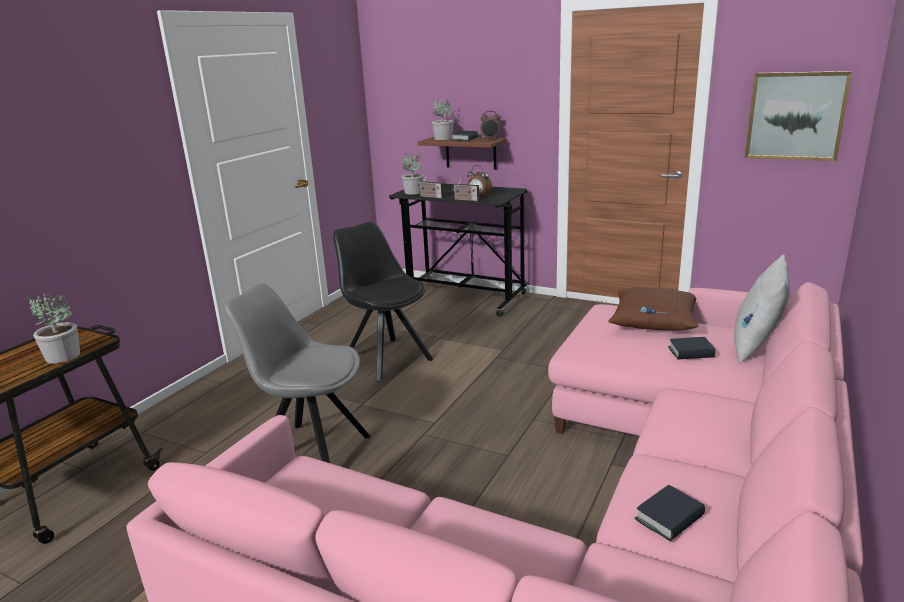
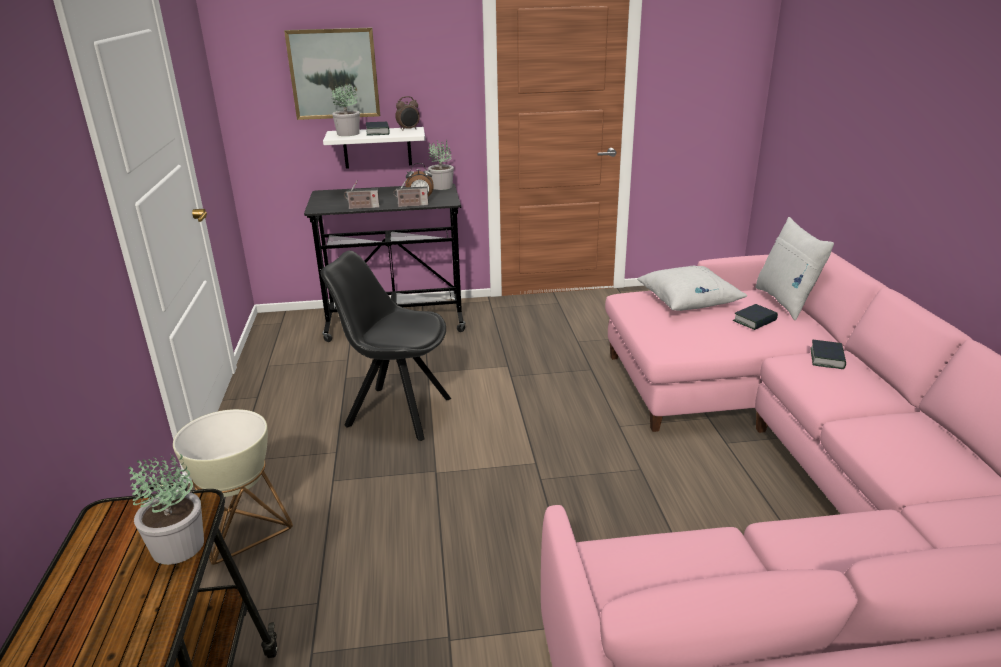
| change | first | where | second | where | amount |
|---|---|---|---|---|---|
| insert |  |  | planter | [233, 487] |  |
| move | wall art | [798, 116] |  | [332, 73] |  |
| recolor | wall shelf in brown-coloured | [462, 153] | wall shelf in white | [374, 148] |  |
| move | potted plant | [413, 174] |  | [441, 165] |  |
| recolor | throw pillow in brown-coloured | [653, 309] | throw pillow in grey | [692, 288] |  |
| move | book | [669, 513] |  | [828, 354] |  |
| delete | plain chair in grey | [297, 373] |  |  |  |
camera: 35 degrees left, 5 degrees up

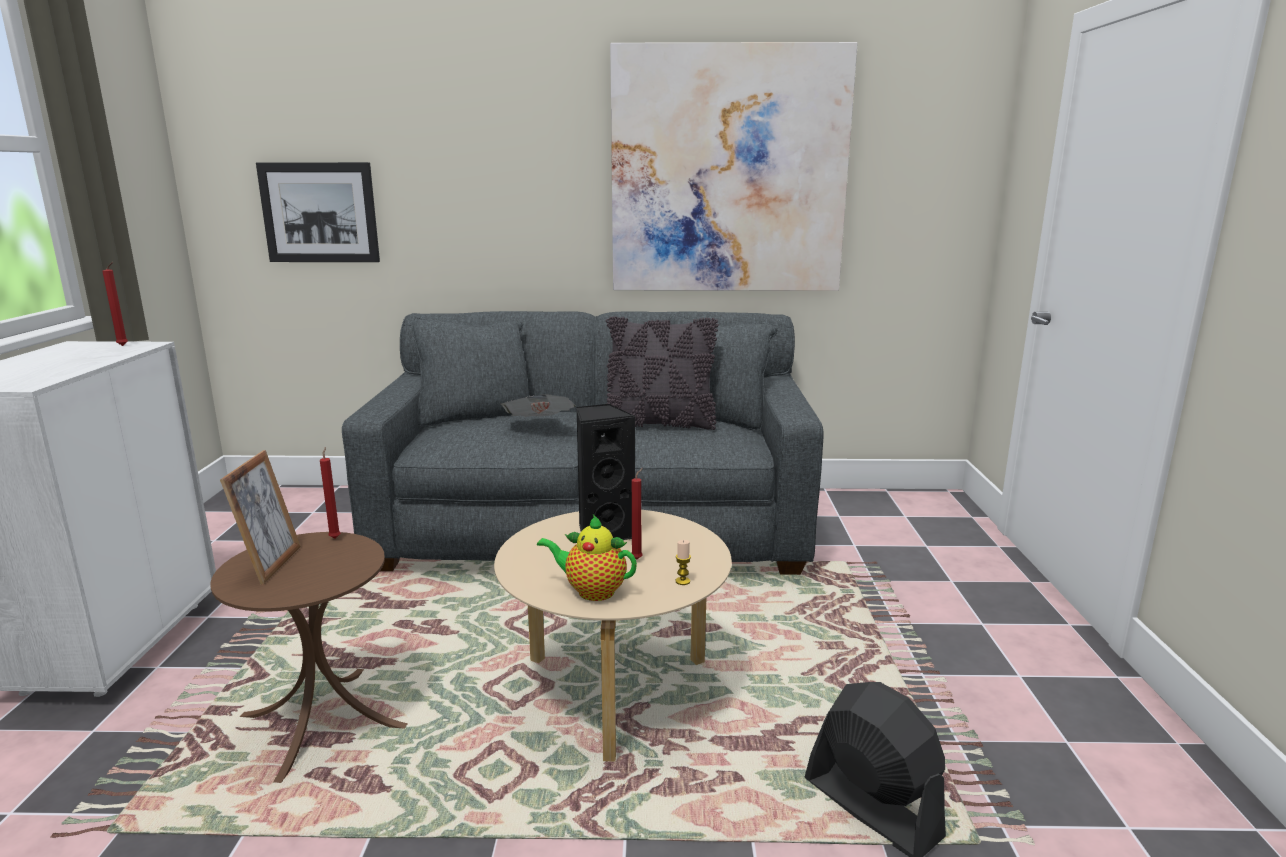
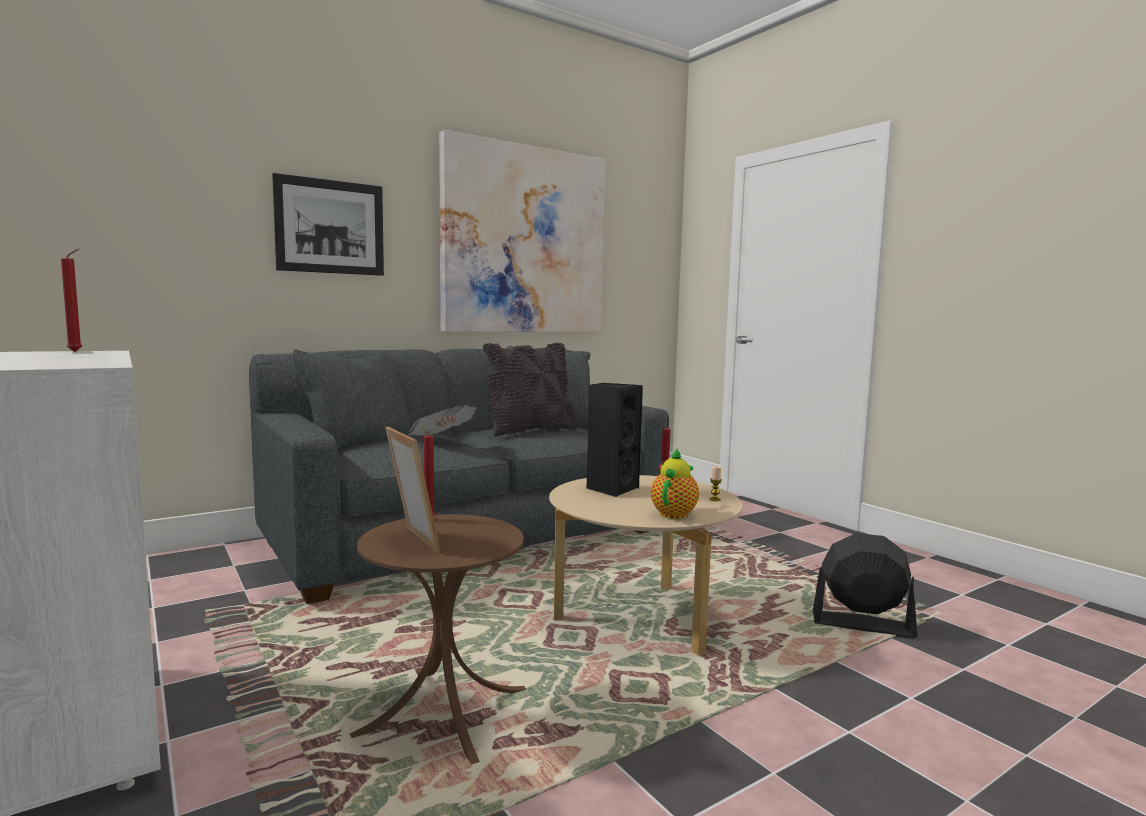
| change | first | where | second | where | amount |
|---|---|---|---|---|---|
| move | wall art | [318, 212] |  | [328, 224] |  |
| rotate | teapot | [587, 558] |  | [675, 483] | 135 degrees clockwise |
camera: 35 degrees left, 10 degrees down

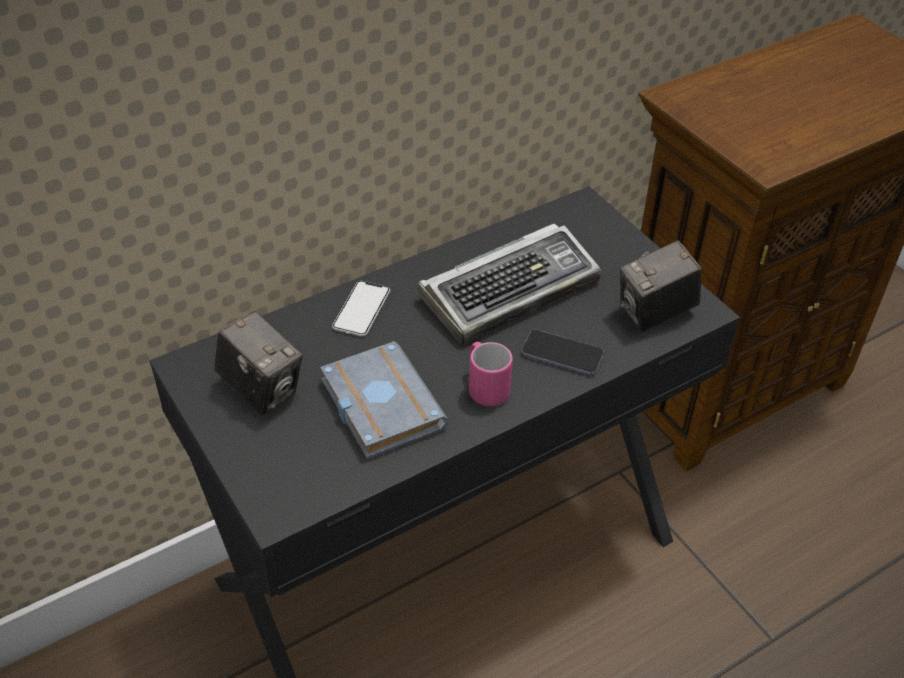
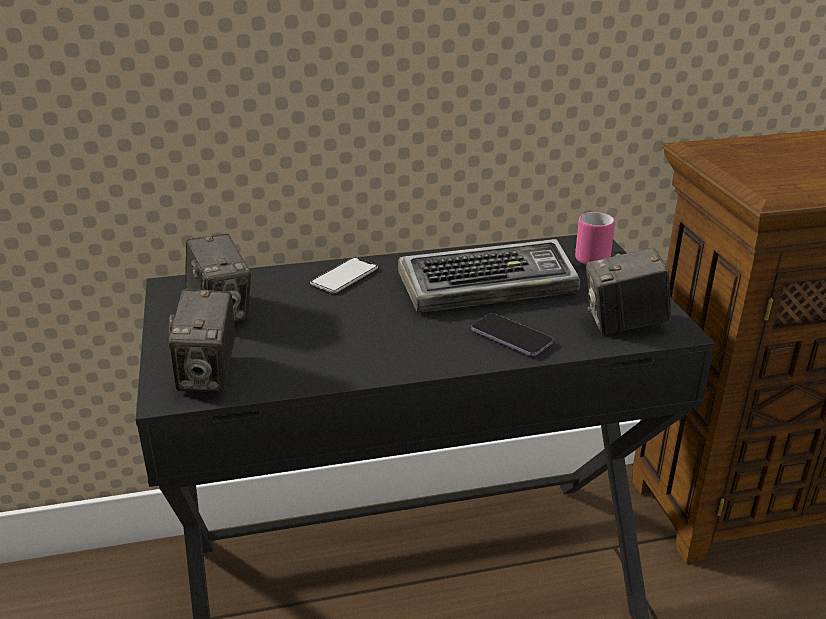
| change | first | where | second | where | amount |
|---|---|---|---|---|---|
| insert |  |  | still camera | [202, 340] |  |
| move | mug in pink-coloured | [491, 374] |  | [595, 238] |  |
| delete | book in grey | [384, 400] |  |  |  |
camera: 20 degrees right, 15 degrees down

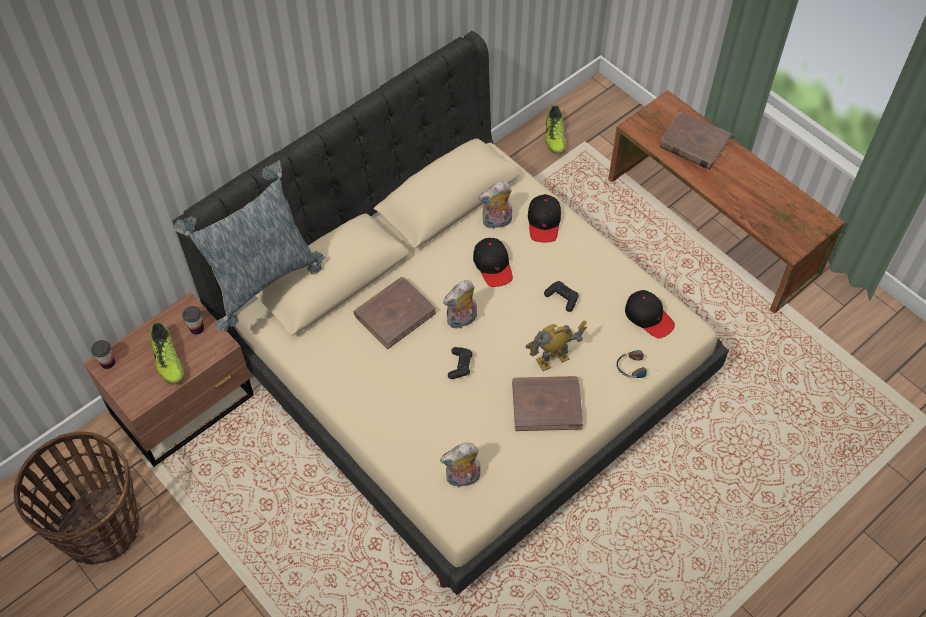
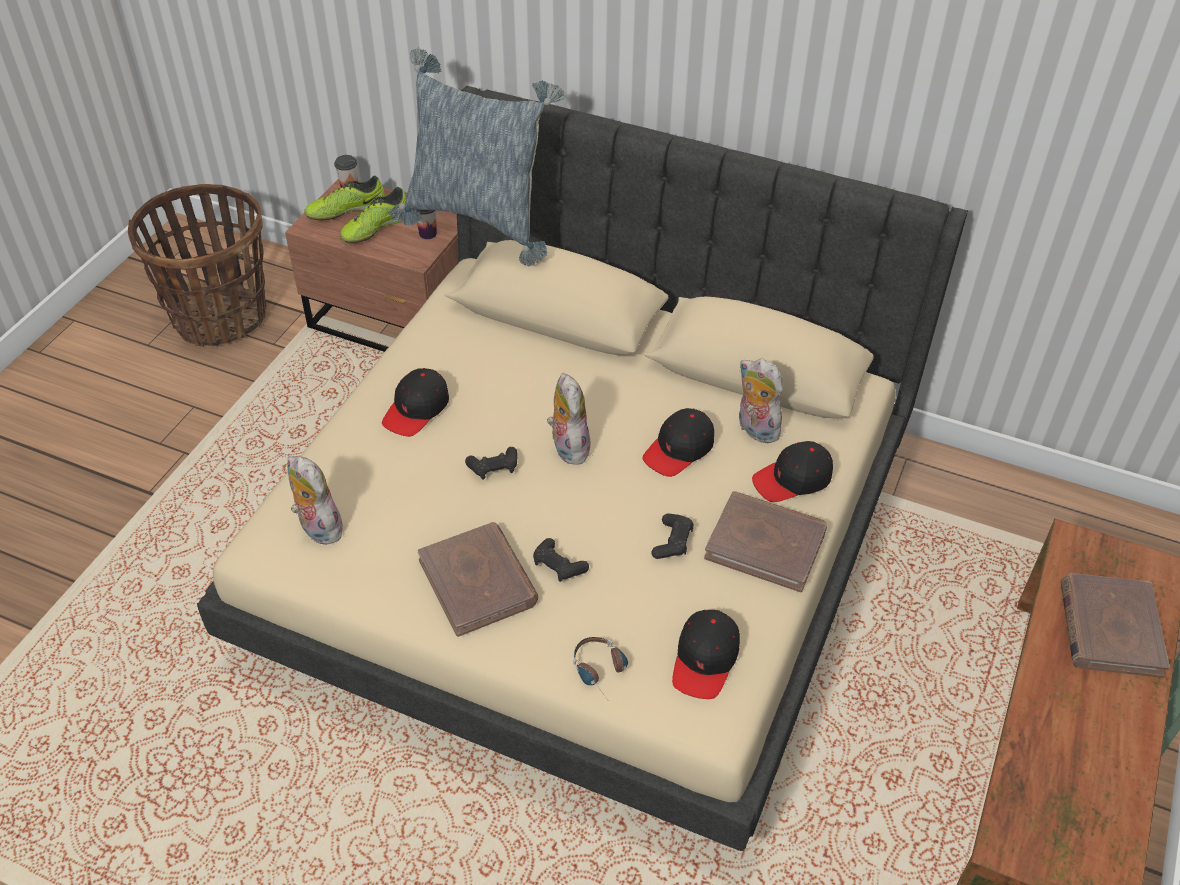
| change | first | where | second | where | amount |
|---|---|---|---|---|---|
| move | shoe | [555, 129] |  | [344, 197] |  |
| insert |  |  | baseball cap in black-coloured | [415, 402] |  |
| replace | robot figure | [556, 345] | joypad in black-coloured | [561, 560] |  |
| rotate | cuddly toy | [460, 305] |  | [568, 419] | 45 degrees clockwise |
| move | book in brown-coloured | [395, 313] |  | [765, 541] |  |
camera: 65 degrees right, 10 degrees down

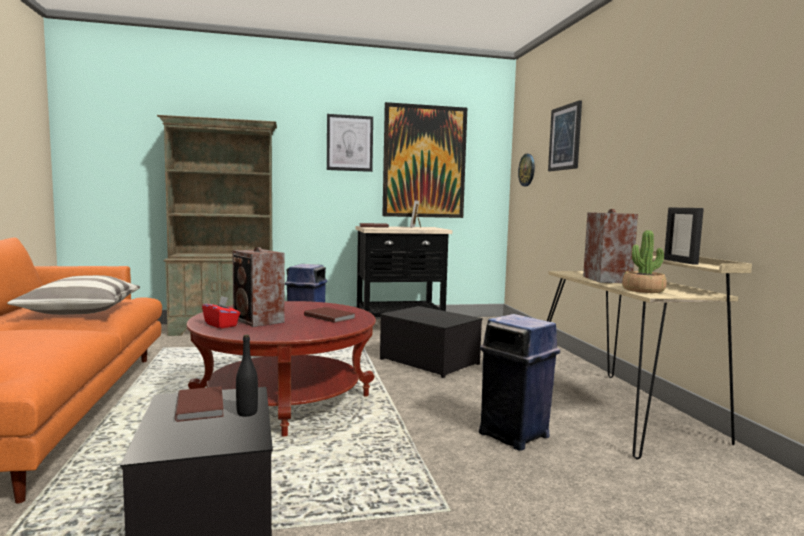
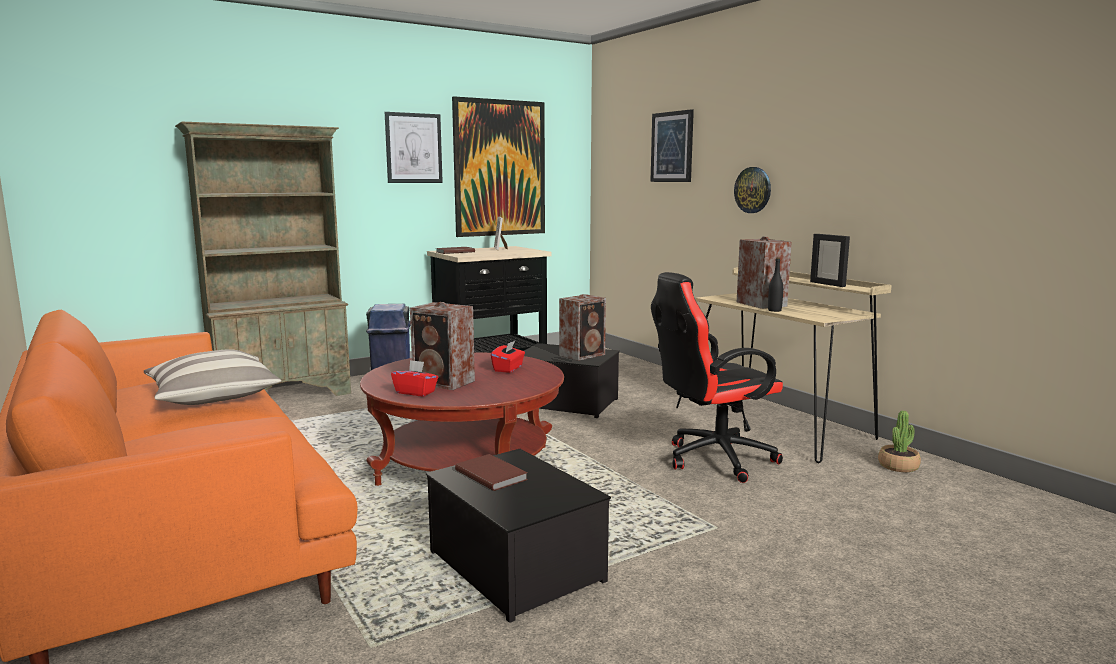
| change | first | where | second | where | amount |
|---|---|---|---|---|---|
| replace | book in brown-coloured | [330, 315] | tissue box in reddish | [508, 357] |  |
| insert |  |  | speaker | [582, 327] |  |
| replace | trash can in bluish | [519, 382] | desk chair in black-coloured | [717, 377] |  |
| move | hanging clock | [526, 170] |  | [752, 190] |  |
| move | beverage bottle in black-coloured | [247, 376] |  | [775, 285] |  |
| move | potted plant | [644, 261] |  | [899, 441] |  |
camera: 20 degrees left, 5 degrees up

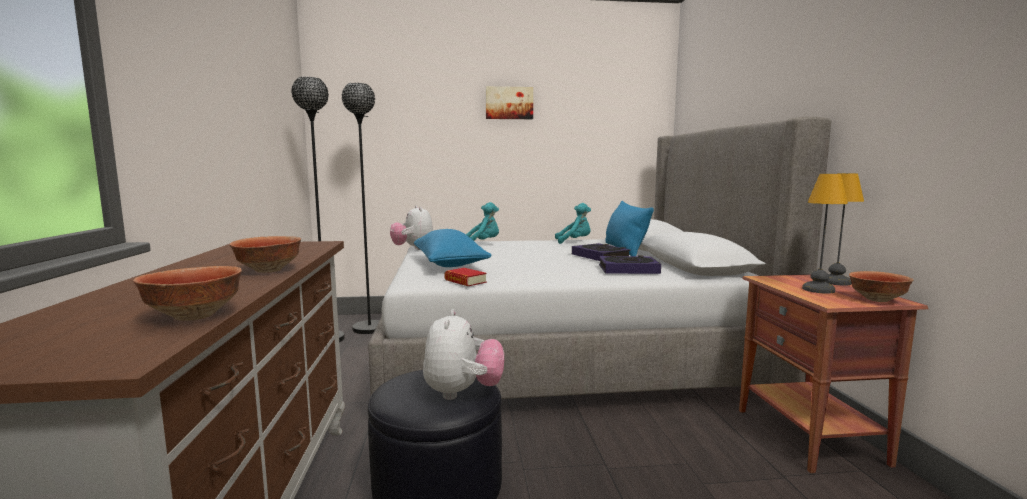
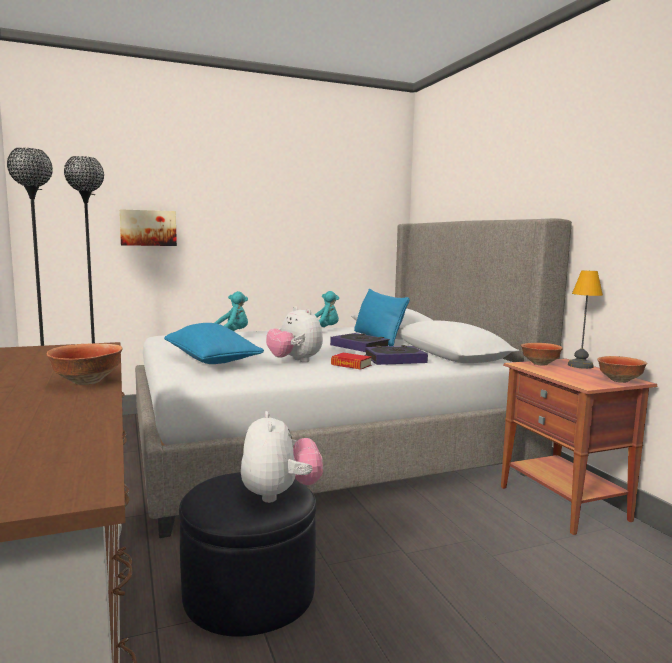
| change | first | where | second | where | amount |
|---|---|---|---|---|---|
| move | wall art | [509, 102] |  | [148, 227] |  |
| move | cuddly toy | [411, 227] |  | [294, 334] |  |
| move | book | [465, 277] |  | [351, 361] |  |
| move | deep dish | [187, 293] |  | [542, 354] |  |
| delete | tabletop lamp | [825, 234] |  |  |  |
camera: 15 degrees left, 0 degrees up

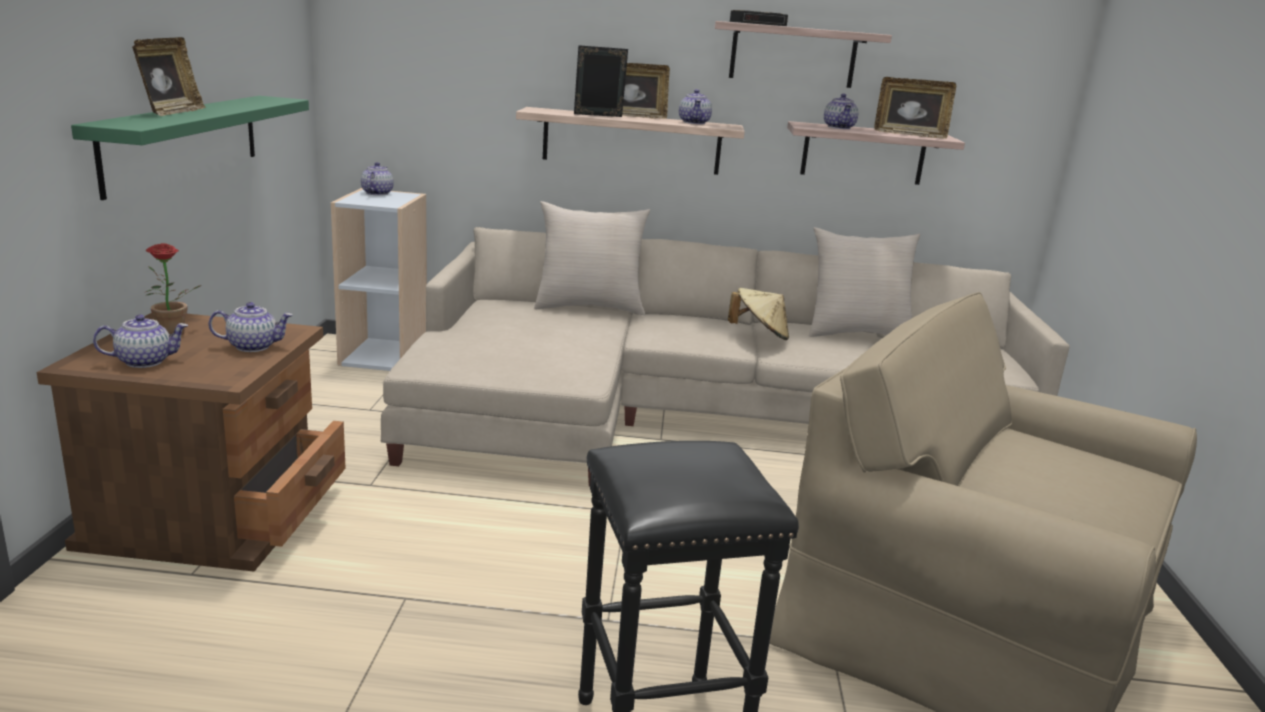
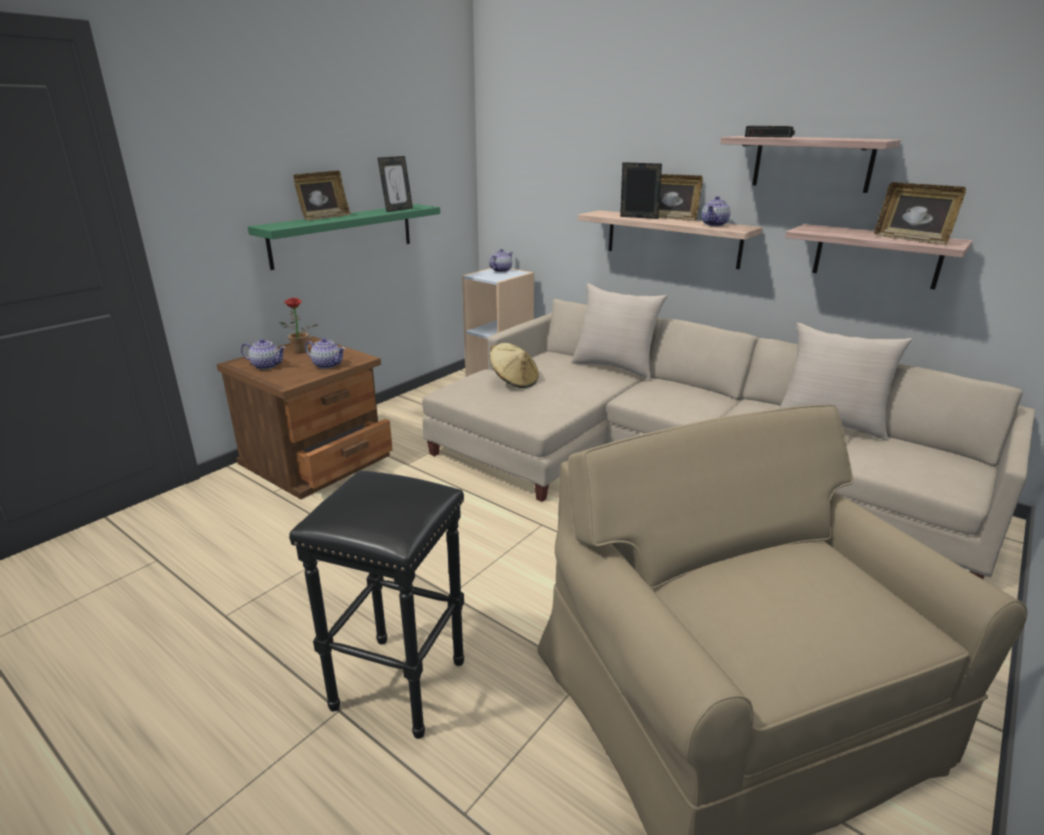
| change | first | where | second | where | amount |
|---|---|---|---|---|---|
| insert |  |  | photo frame | [395, 184] |  |
| move | hat in beige-coloured | [758, 314] |  | [514, 365] |  |
| delete | teapot | [841, 111] |  |  |  |
camera: 35 degrees right, 5 degrees up

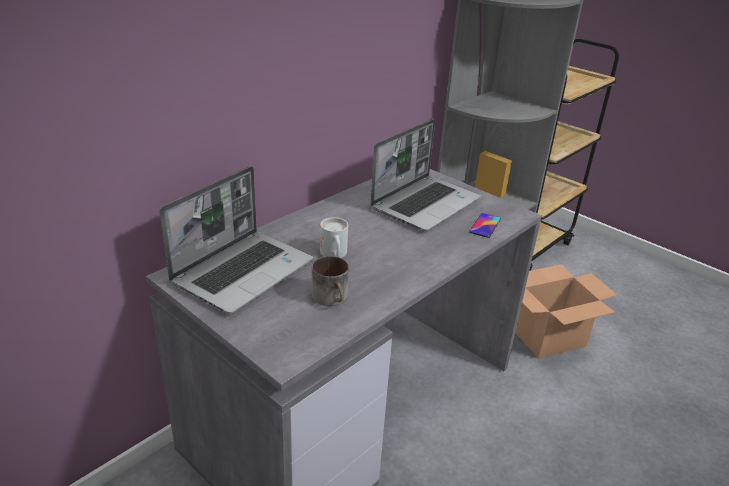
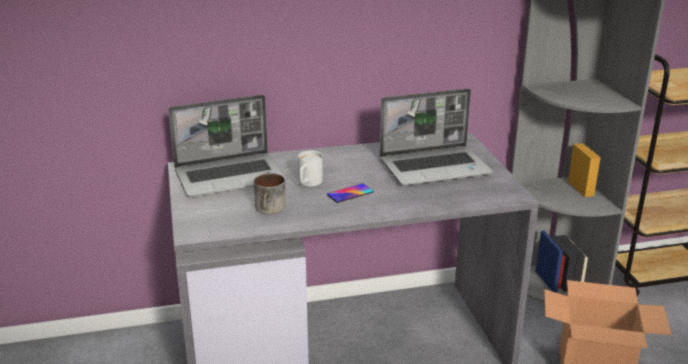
| change | first | where | second | where | amount |
|---|---|---|---|---|---|
| move | handset | [485, 225] |  | [350, 193] |  |
camera: 35 degrees right, 5 degrees down

